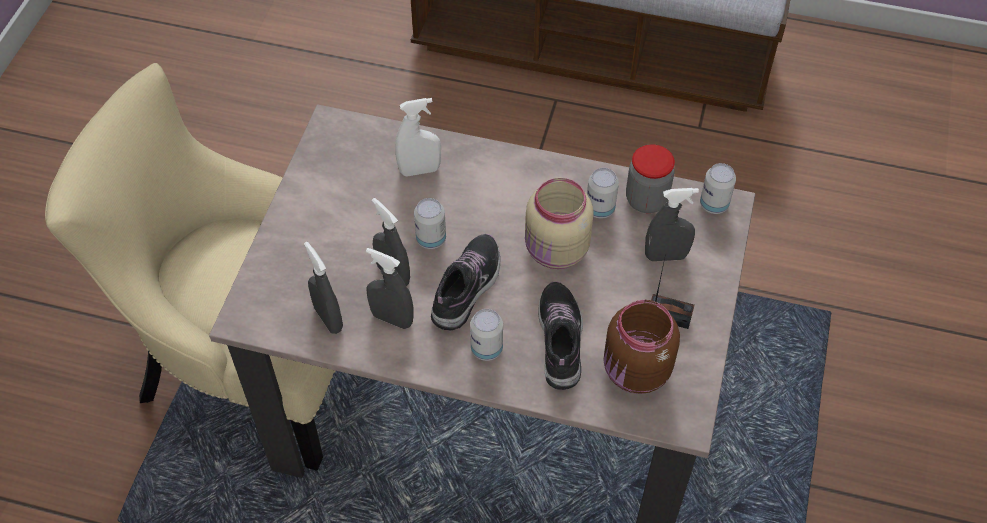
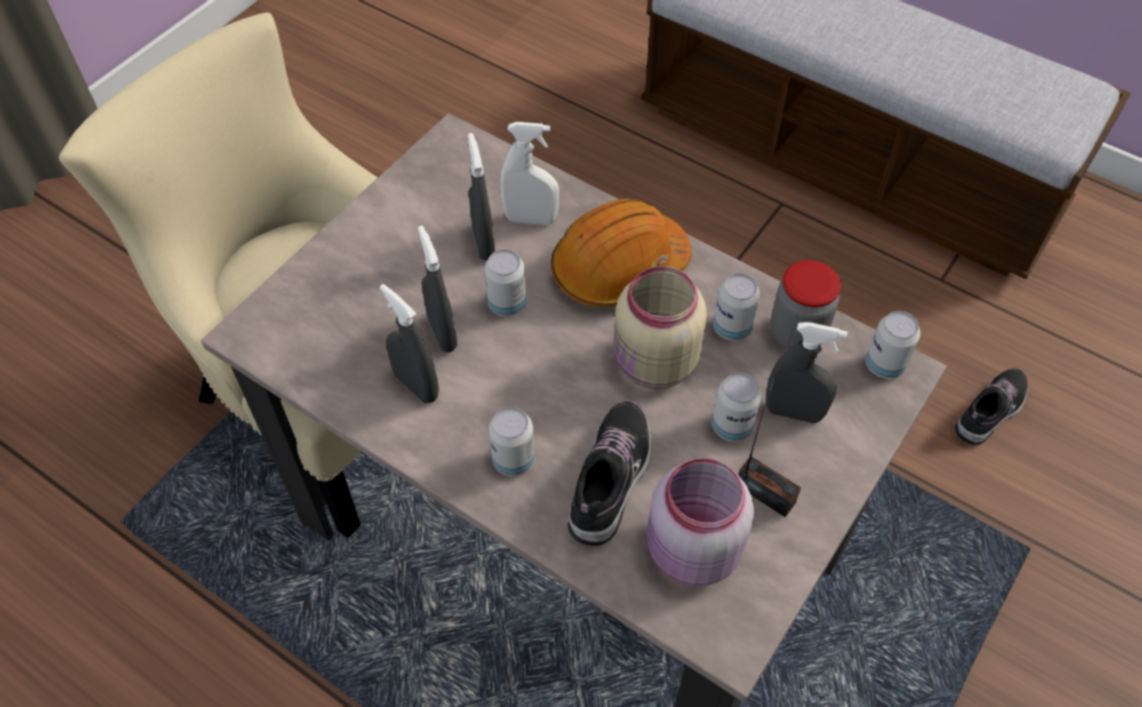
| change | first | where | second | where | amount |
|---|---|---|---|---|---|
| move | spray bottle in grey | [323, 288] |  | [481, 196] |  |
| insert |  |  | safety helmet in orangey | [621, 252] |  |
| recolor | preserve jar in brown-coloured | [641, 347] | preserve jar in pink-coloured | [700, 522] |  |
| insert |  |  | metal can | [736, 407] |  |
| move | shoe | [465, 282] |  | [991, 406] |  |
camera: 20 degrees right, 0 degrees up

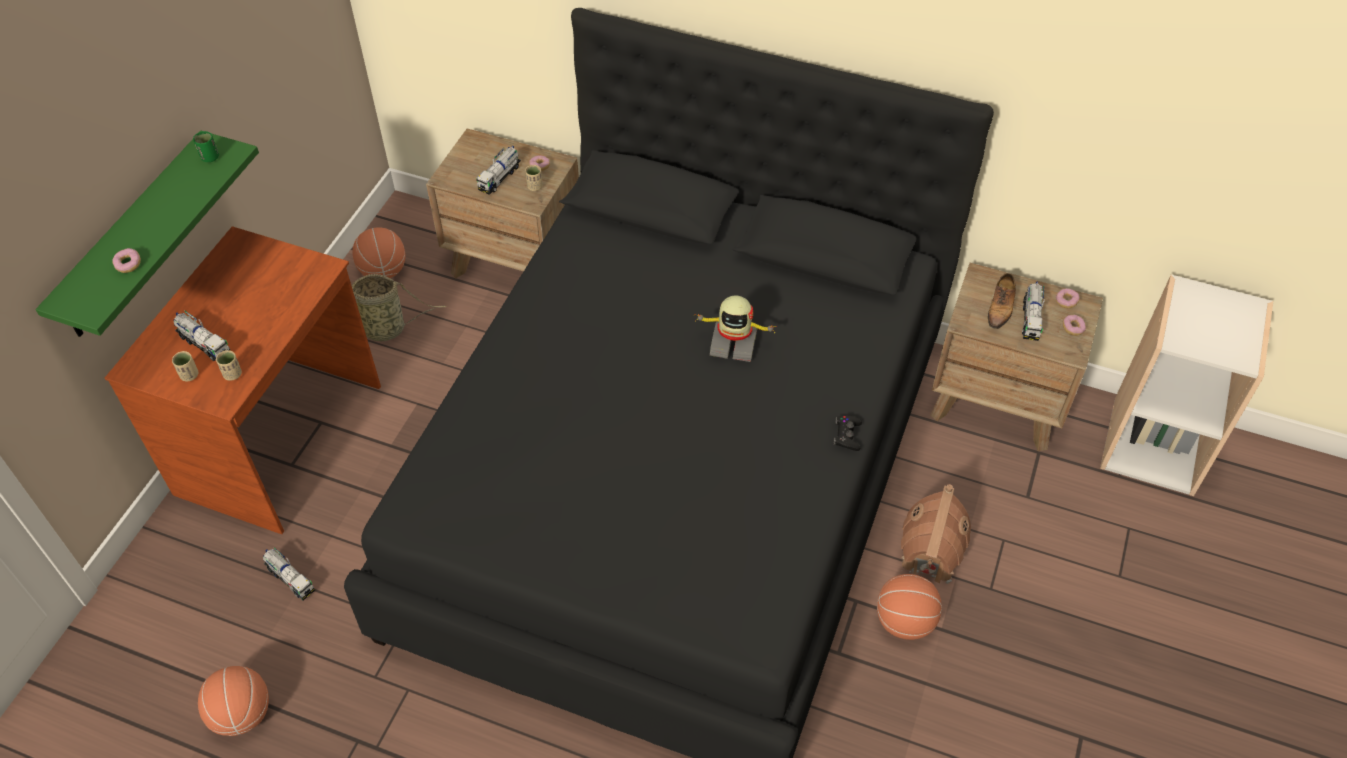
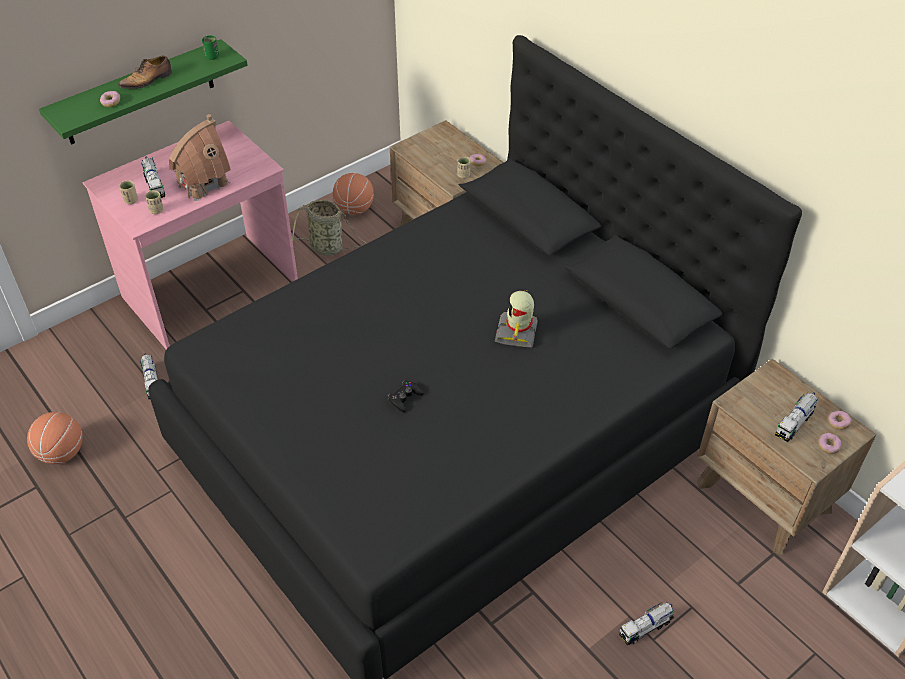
| change | first | where | second | where | amount |
|---|---|---|---|---|---|
| recolor | desk table in brown-coloured | [243, 380] | desk table in pink-coloured | [190, 235] |  |
| move | shoe | [1002, 301] |  | [145, 72] |  |
| move | model house | [936, 534] |  | [200, 157] |  |
| move | joypad in black-coloured | [847, 433] |  | [406, 397] |  |
| rotate | robot figure | [736, 329] |  | [516, 318] | 60 degrees clockwise |
| move | model truck | [499, 170] |  | [646, 624] |  |
| delete | ball for basketball | [909, 607] |  |  |  |
camera: 30 degrees right, 5 degrees down

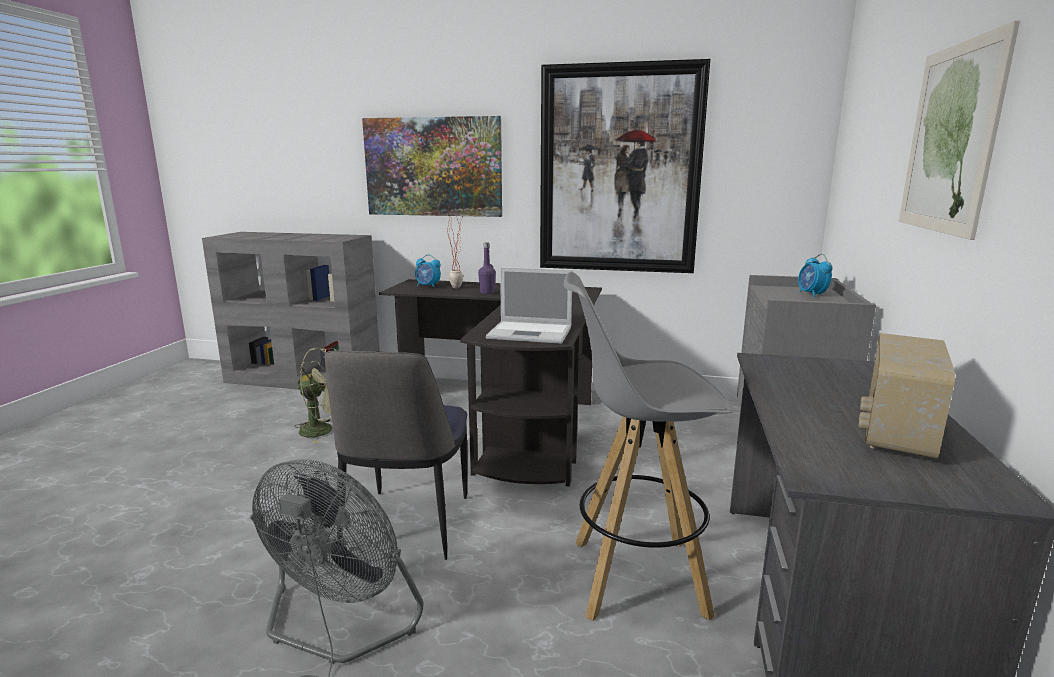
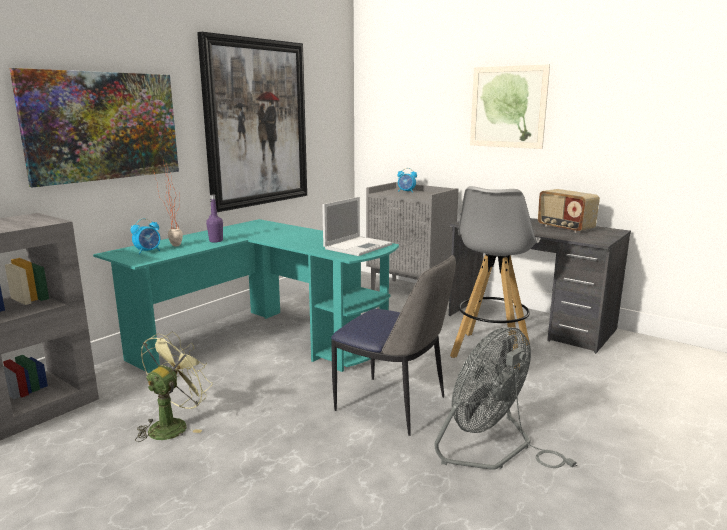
| change | first | where | second | where | amount |
|---|---|---|---|---|---|
| recolor | desk table in black-coloured | [490, 383] | desk table in blue-green | [246, 296] |  |
camera: 65 degrees left, 0 degrees up

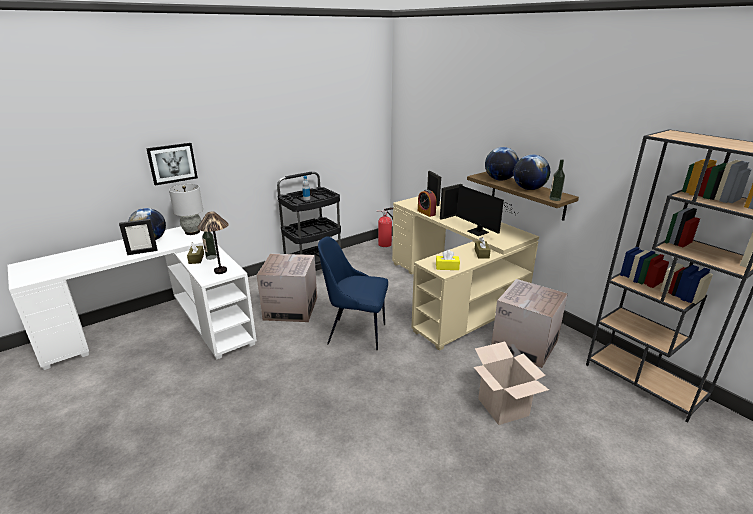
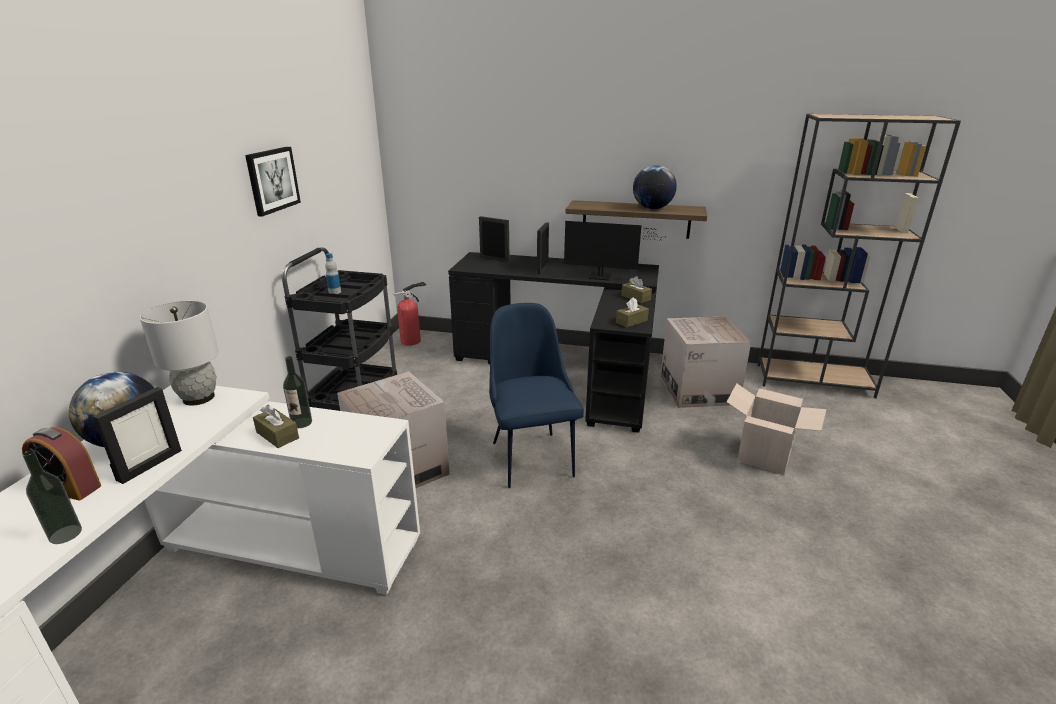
| change | first | where | second | where | amount |
|---|---|---|---|---|---|
| move | table clock | [427, 203] |  | [61, 463] |  |
| move | beverage bottle | [557, 180] |  | [52, 497] |  |
| move | wall art | [172, 164] |  | [273, 182] |  |
| recolor | desk table in beige-coloured | [465, 273] | desk table in black-coloured | [553, 342] |  |
| rotate | plain chair in bluish | [353, 293] |  | [536, 395] | 105 degrees clockwise |
| recolor | tissue box in yellowish | [448, 260] | tissue box in brown-coloured | [632, 312] |  |
| delete | tabletop lamp | [213, 243] |  |  |  |
| delete | desk globe | [502, 164] |  |  |  |
camera: 40 degrees left, 0 degrees up

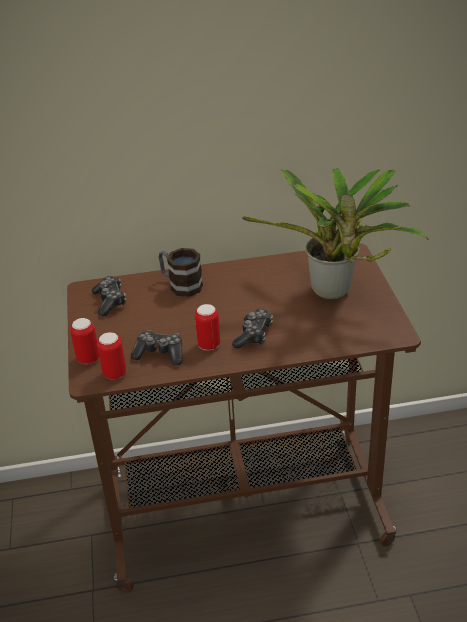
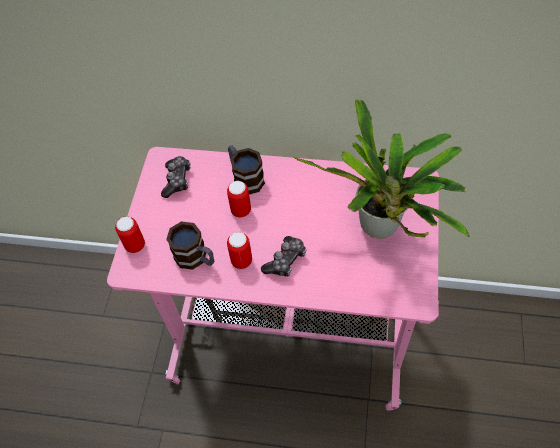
| change | first | where | second | where | amount |
|---|---|---|---|---|---|
| recolor | desk table in brown-coloured | [244, 417] | desk table in pink-coloured | [273, 279] |  |
| replace | joypad | [157, 347] | mug | [190, 246] |  |
| move | metal can | [111, 356] |  | [239, 199] |  |
camera: 20 degrees right, 20 degrees up

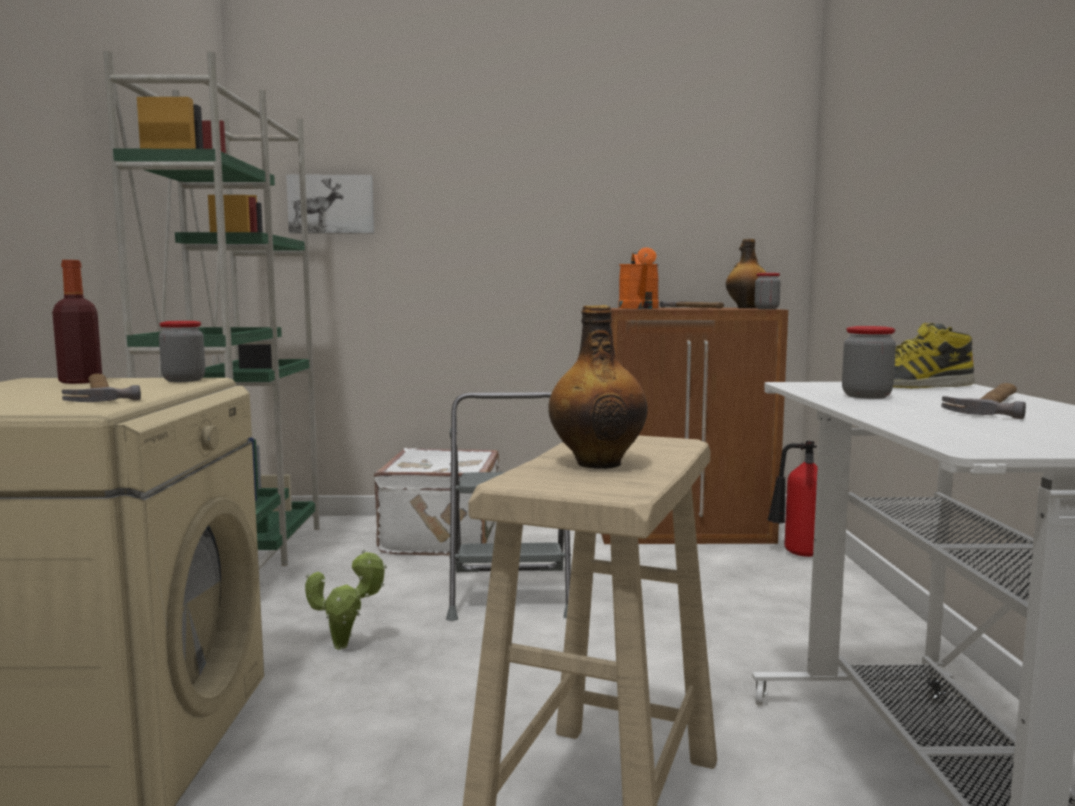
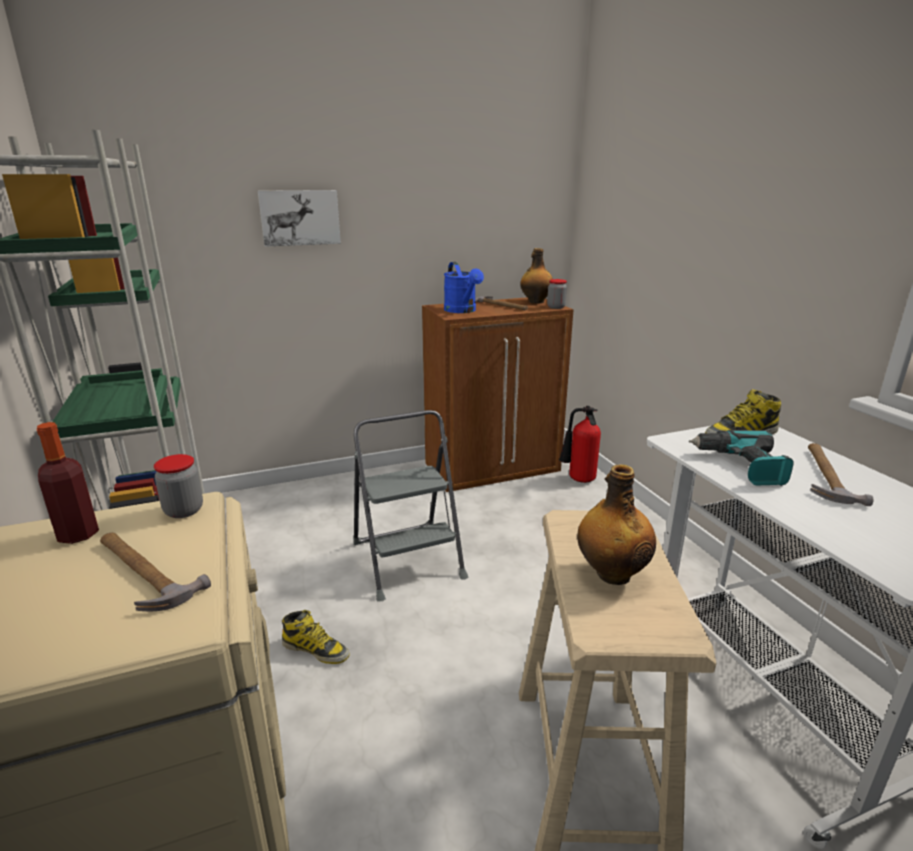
| change | first | where | second | where | amount |
|---|---|---|---|---|---|
| move | wall art | [330, 204] |  | [299, 218] |  |
| replace | potted plant | [346, 600] | high-top boot | [316, 637] |  |
| recolor | watering pot in orangey | [638, 278] | watering pot in bluish | [464, 287] |  |
| replace | preserve jar | [869, 362] | power drill | [741, 458] |  |
| delete | piece of luggage in white | [437, 502] |  |  |  |
camera: 20 degrees left, 15 degrees up

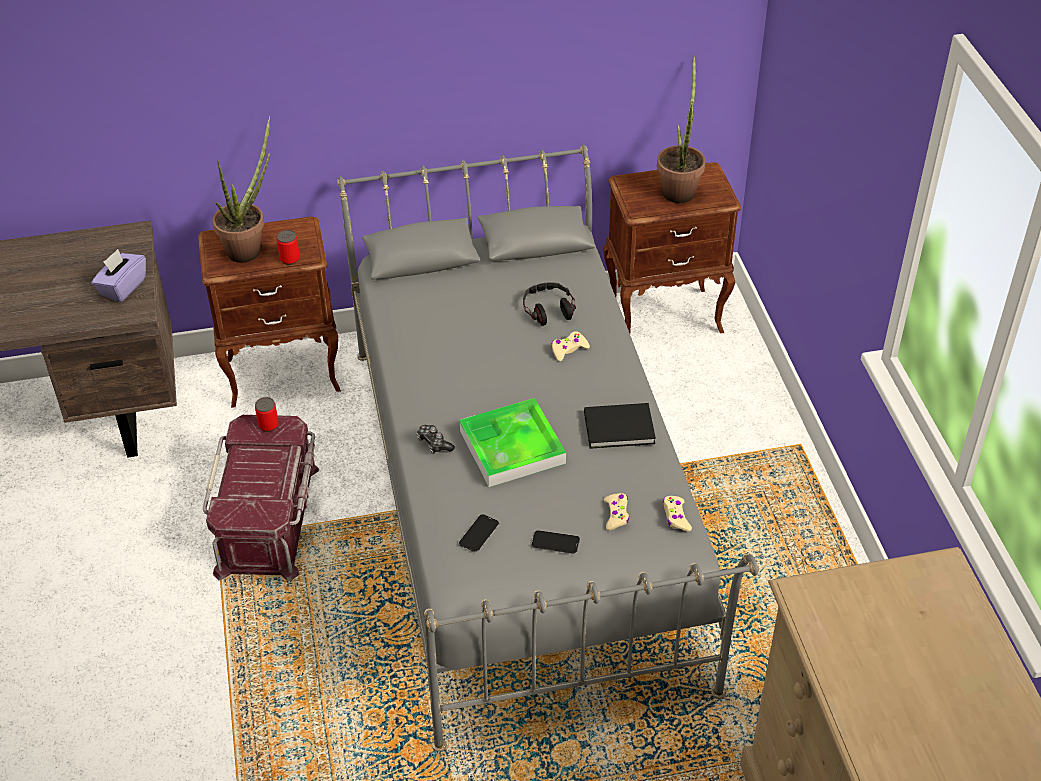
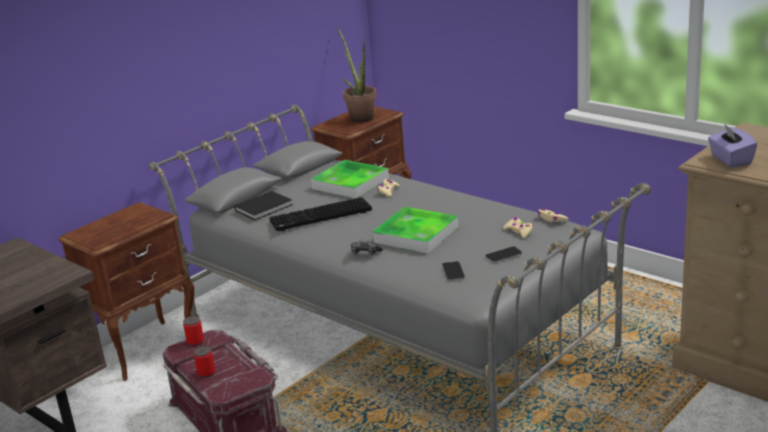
| change | first | where | second | where | amount |
|---|---|---|---|---|---|
| move | metal can | [288, 247] |  | [204, 362] |  |
| move | book in black-coloured | [620, 426] |  | [263, 205] |  |
| insert |  |  | computer keyboard | [320, 214] |  |
| replace | headphones | [549, 304] | tray | [350, 179] |  |
| move | tissue box in purple | [118, 275] |  | [732, 145] |  |
| delete | potted plant | [241, 189] |  |  |  |
camera: 35 degrees left, 20 degrees down

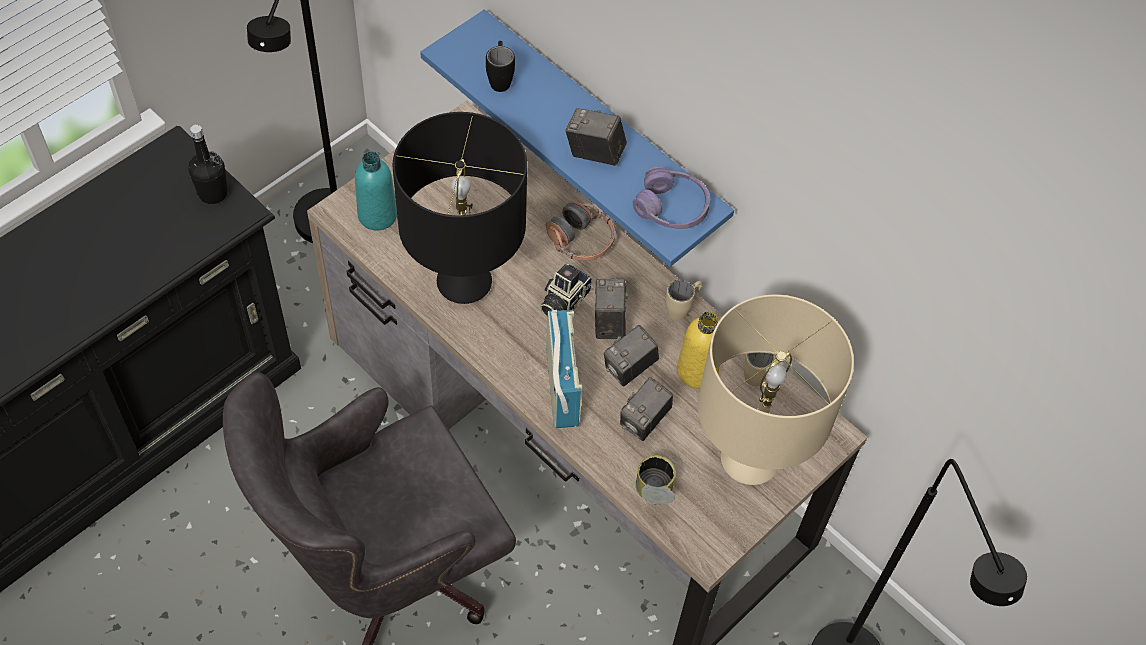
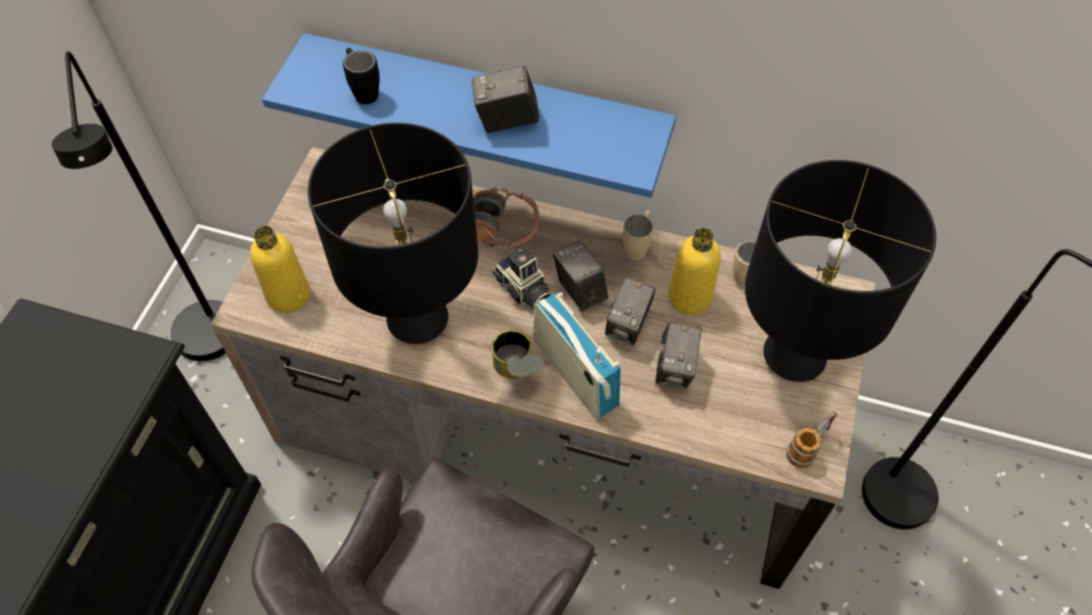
| change | first | where | second | where | amount |
|---|---|---|---|---|---|
| recolor | beverage bottle in blue-green | [376, 190] | beverage bottle in yellowish | [280, 269] |  |
| move | metal can | [655, 480] |  | [517, 354] |  |
| rotate | still camera | [566, 291] |  | [522, 279] | 45 degrees counterclockwise |
| recolor | tabletop lamp in beige-coloured | [776, 390] | tabletop lamp in black-coloured | [840, 271] |  |
| insert |  |  | mug | [811, 439] |  |
| delete | beverage bottle in black-coloured | [208, 164] |  |  |  |
| delete | headphones in purple | [672, 197] |  |  |  |
camera: 25 degrees left, 0 degrees up

